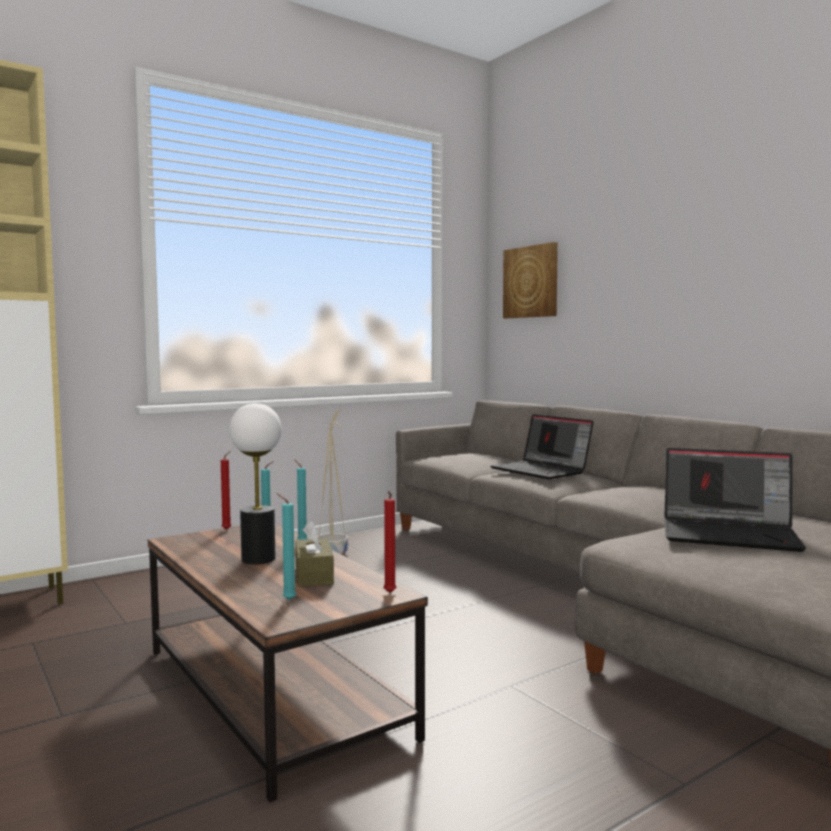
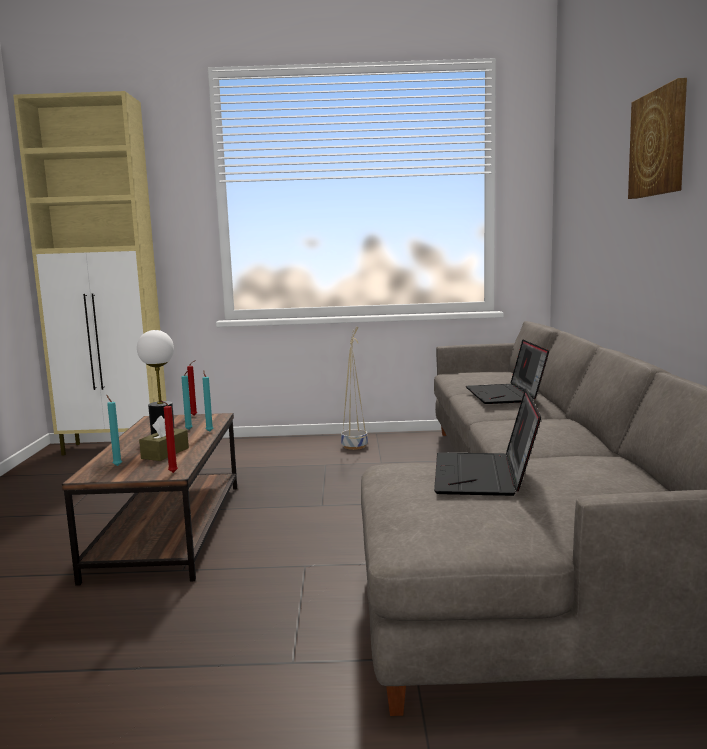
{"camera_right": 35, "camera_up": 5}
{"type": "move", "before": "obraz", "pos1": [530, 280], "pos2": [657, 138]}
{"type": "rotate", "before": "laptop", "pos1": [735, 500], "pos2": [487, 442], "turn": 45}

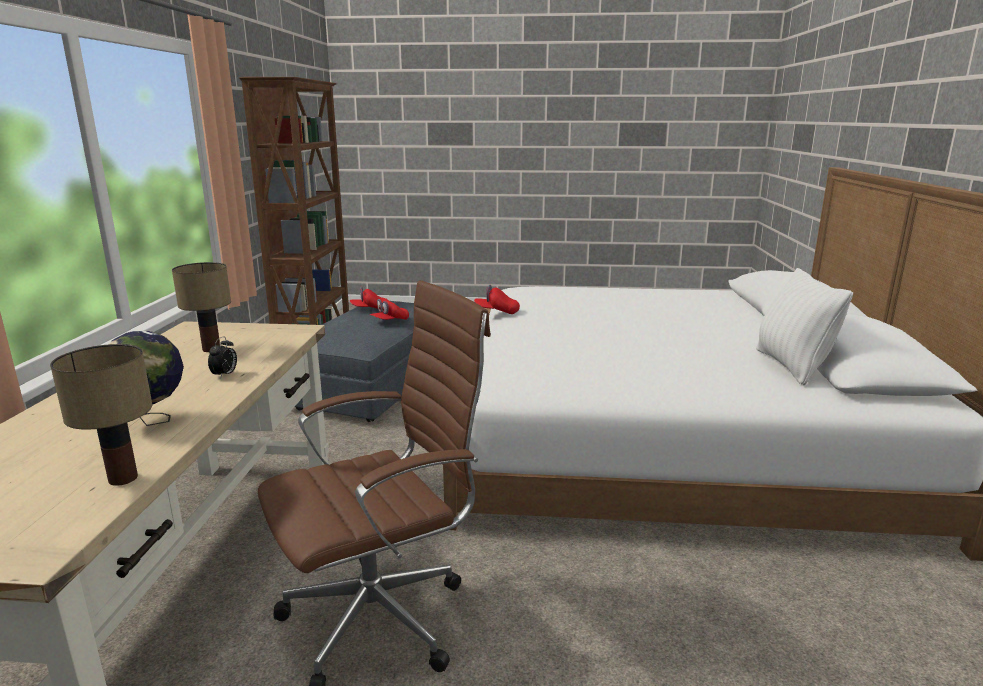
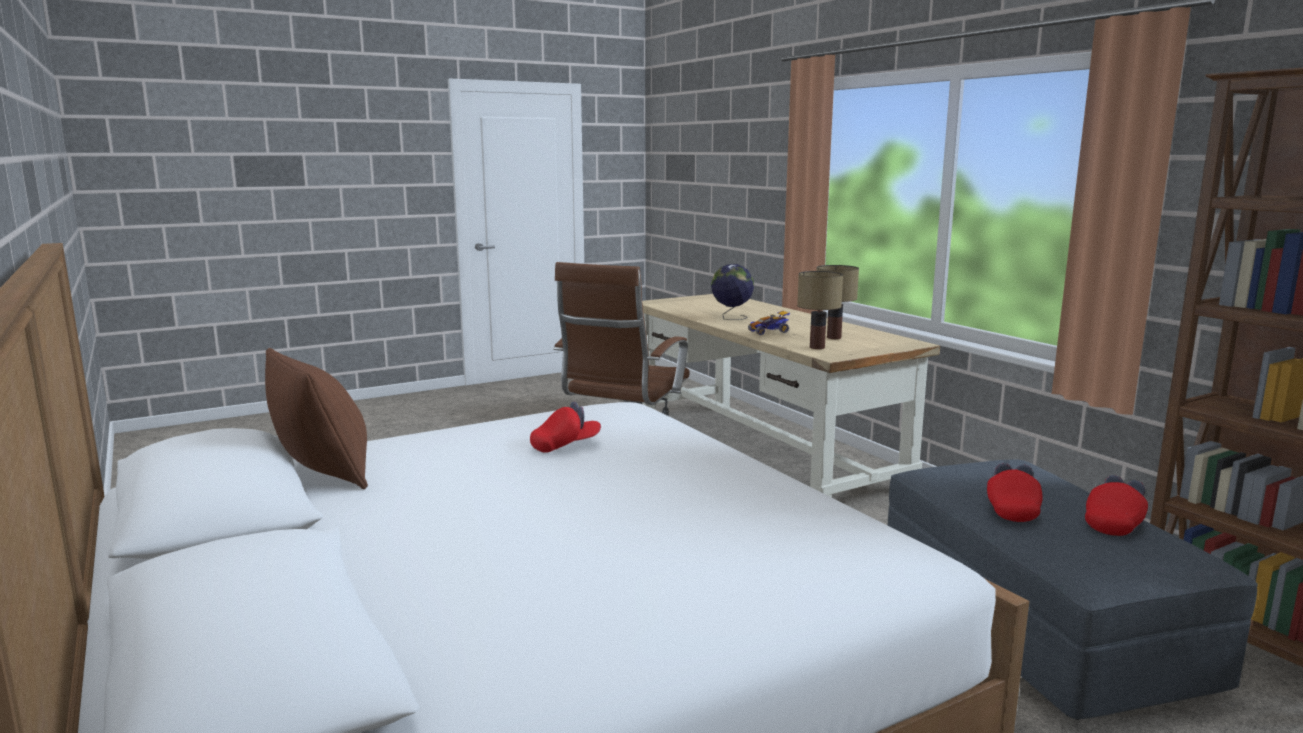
{"camera_right": 145, "camera_up": -5}
{"type": "move", "before": "lampa stołowa", "pos1": [101, 415], "pos2": [820, 310]}
{"type": "move", "before": "czapka z daszkiem [czerwony]", "pos1": [497, 299], "pos2": [565, 427]}
{"type": "replace", "before": "budzik", "after": "samochodzik", "pos1": [222, 357], "pos2": [769, 323]}
{"type": "recolor", "before": "poduszka [biały]", "after": "poduszka [brązowy]", "pos1": [804, 326], "pos2": [316, 418]}

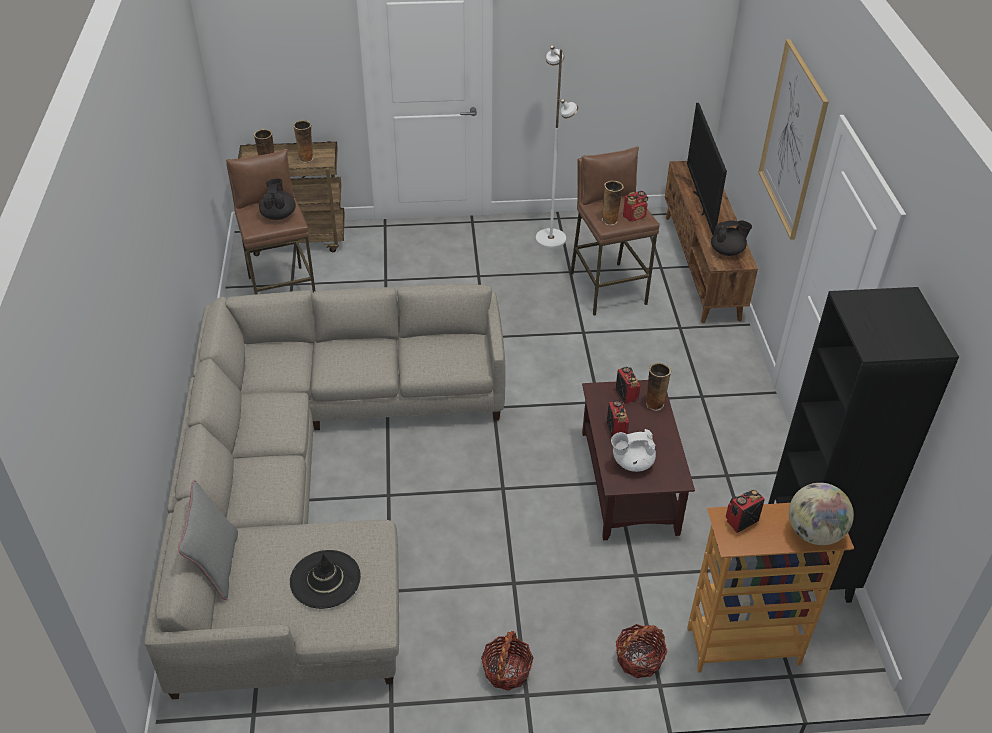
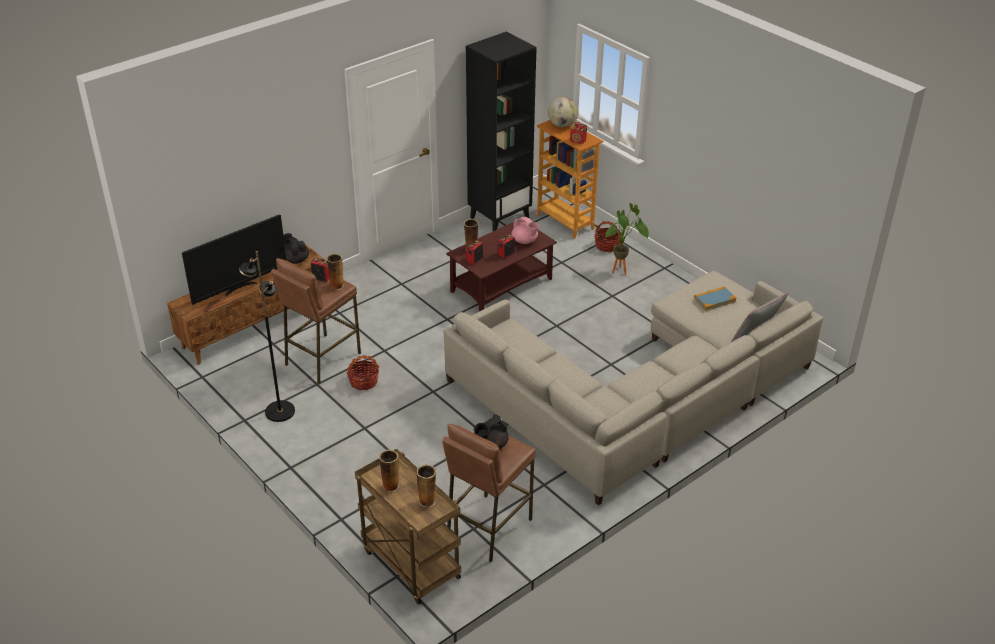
{"camera_right": -125, "camera_up": -5}
{"type": "delete", "before": "obraz", "pos1": [793, 139]}
{"type": "insert", "after": "roślina doniczkowa", "pos2": [627, 239]}
{"type": "move", "before": "koszyk", "pos1": [507, 661], "pos2": [363, 372]}
{"type": "replace", "before": "kapelusz [czarny]", "after": "książka", "pos1": [325, 579], "pos2": [715, 298]}
{"type": "recolor", "before": "lampa stojąca [biały]", "after": "lampa stojąca [czarny]", "pos1": [557, 146], "pos2": [267, 336]}
{"type": "recolor", "before": "imbryk [biały]", "after": "imbryk [różowy]", "pos1": [633, 450], "pos2": [525, 230]}

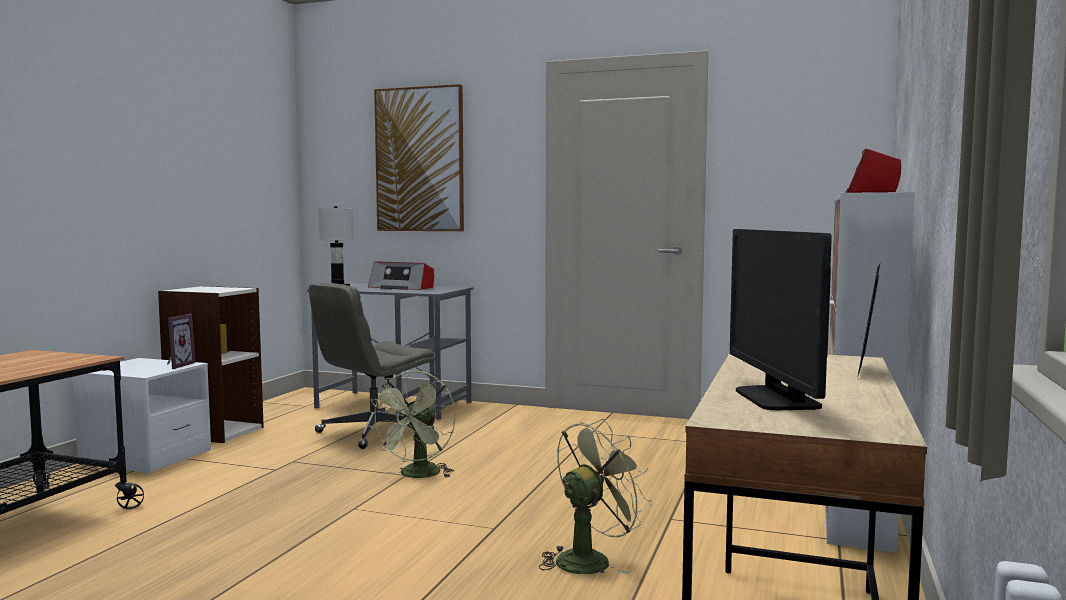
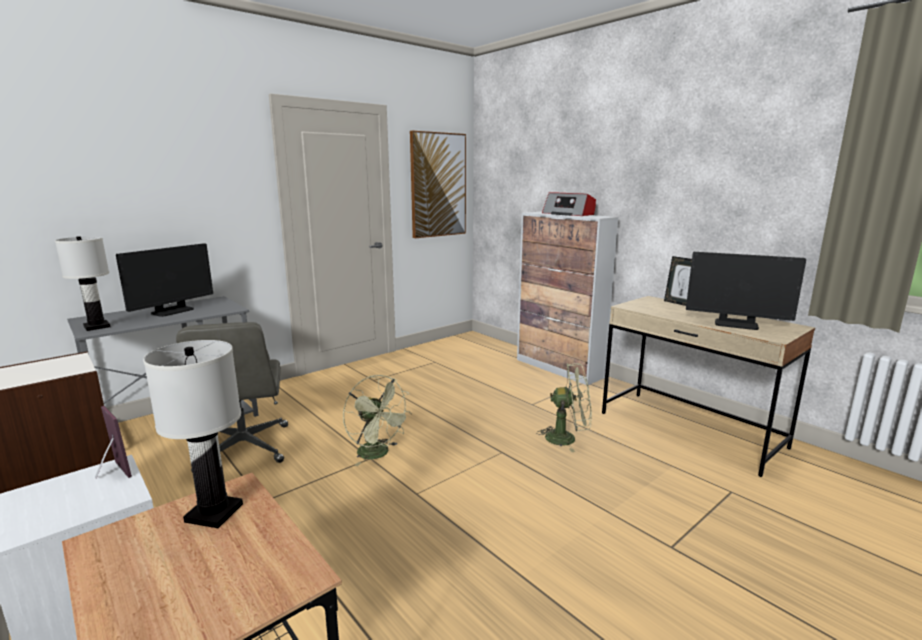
{"camera_right": -60, "camera_up": 10}
{"type": "insert", "after": "lampa stołowa [biały]", "pos2": [193, 434]}
{"type": "move", "before": "obraz", "pos1": [419, 157], "pos2": [438, 184]}
{"type": "replace", "before": "radio", "after": "monitor", "pos1": [401, 276], "pos2": [164, 280]}
{"type": "rotate", "before": "wentylator [zielony]", "pos1": [595, 497], "pos2": [564, 407], "turn": 105}

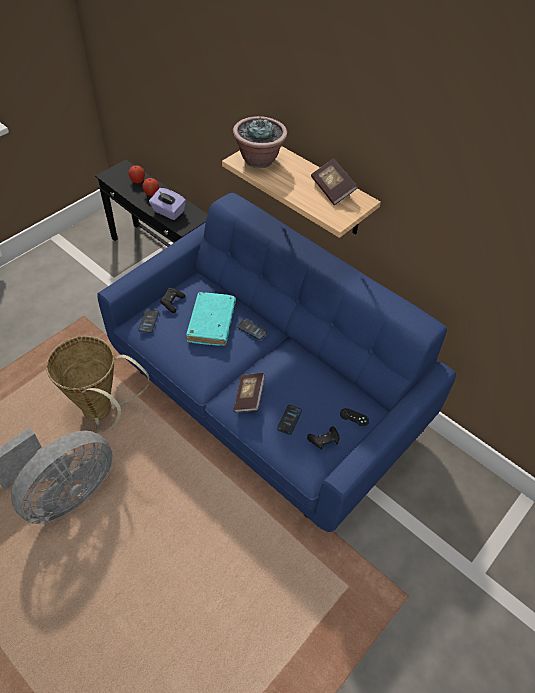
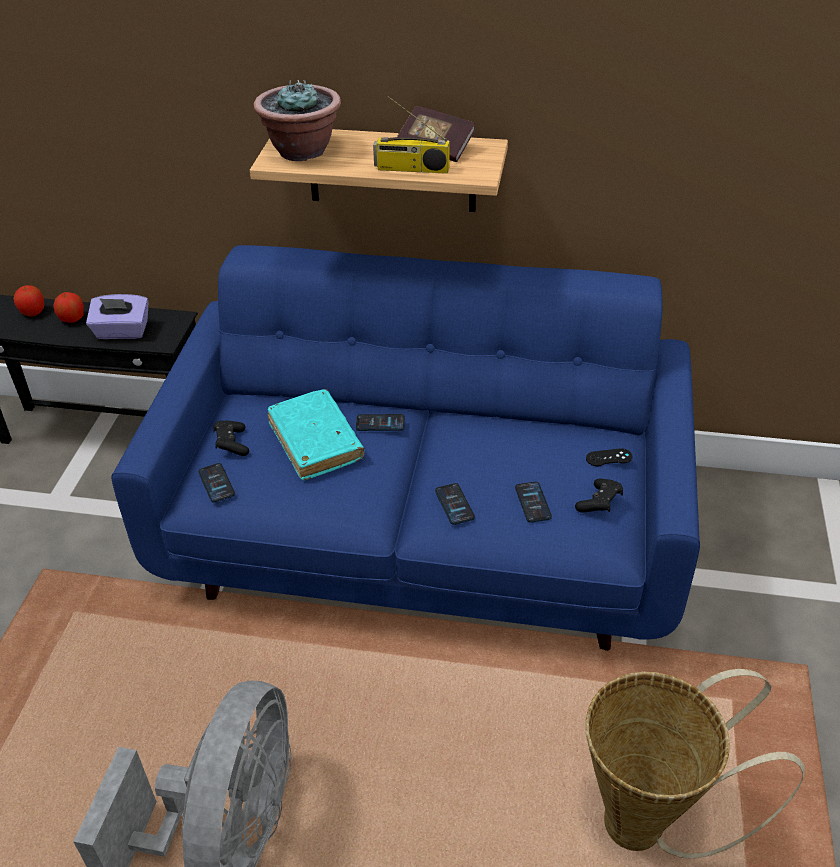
{"camera_right": -30, "camera_up": -10}
{"type": "insert", "after": "radio", "pos2": [411, 135]}
{"type": "move", "before": "koszyk", "pos1": [97, 384], "pos2": [695, 764]}
{"type": "replace", "before": "książka", "after": "telefon", "pos1": [249, 393], "pos2": [455, 504]}

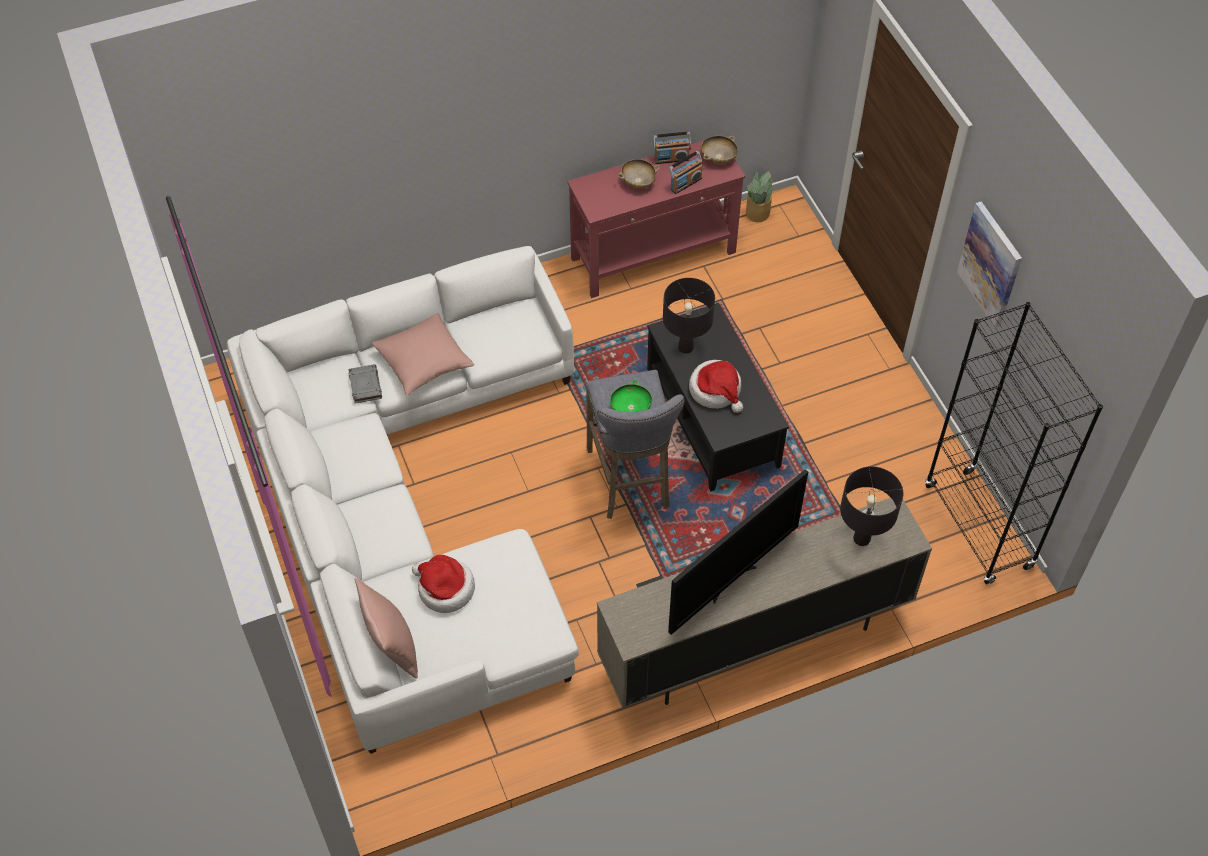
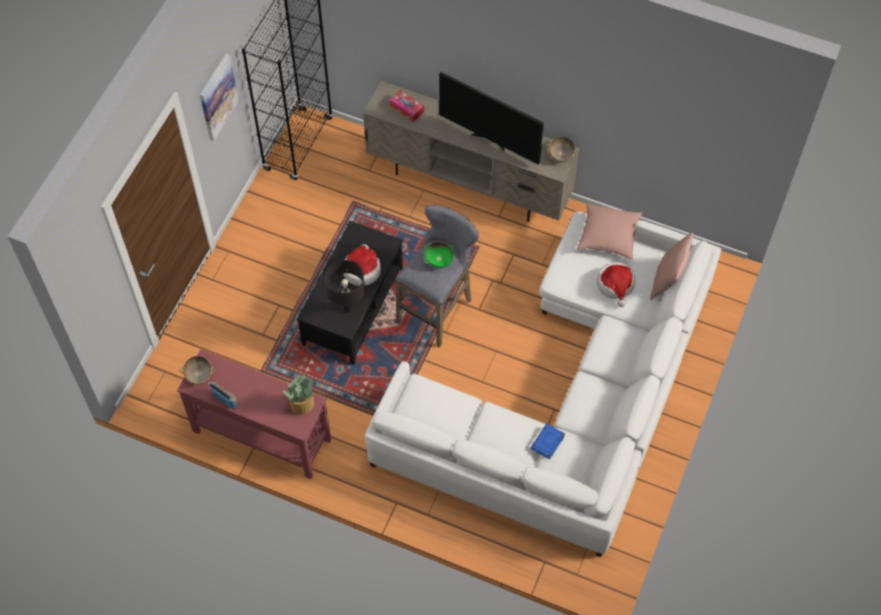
{"camera_right": -135, "camera_up": 5}
{"type": "delete", "before": "radio", "pos1": [686, 172]}
{"type": "move", "before": "poduszka [różowy]", "pos1": [423, 354], "pos2": [609, 231]}
{"type": "move", "before": "miska [beżowy]", "pos1": [638, 174], "pos2": [562, 149]}
{"type": "move", "before": "roślina doniczkowa", "pos1": [759, 196], "pos2": [298, 395]}
{"type": "replace", "before": "lampa stołowa [czarny]", "after": "pudełko chusteczek", "pos1": [871, 506], "pos2": [407, 106]}
{"type": "recolor", "before": "książka [szary]", "after": "książka [niebieski]", "pos1": [365, 384], "pos2": [548, 442]}
{"type": "rotate", "before": "telewizor", "pos1": [738, 552], "pos2": [491, 118], "turn": -150}

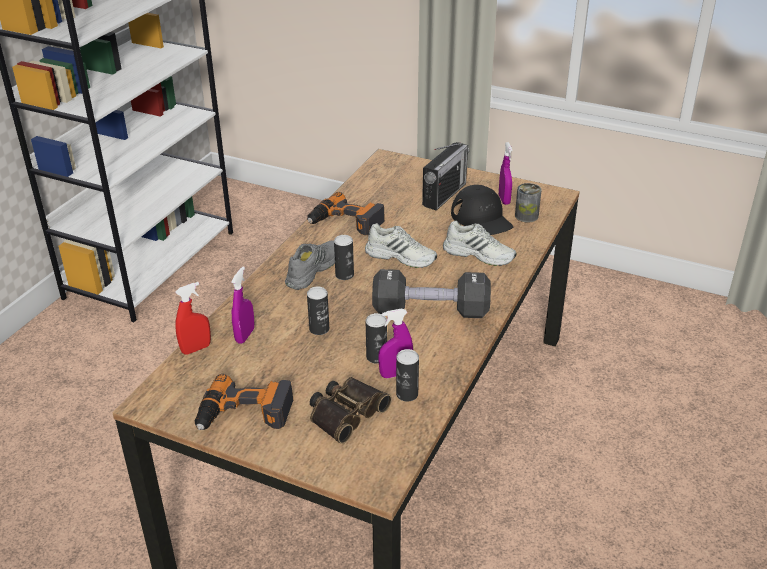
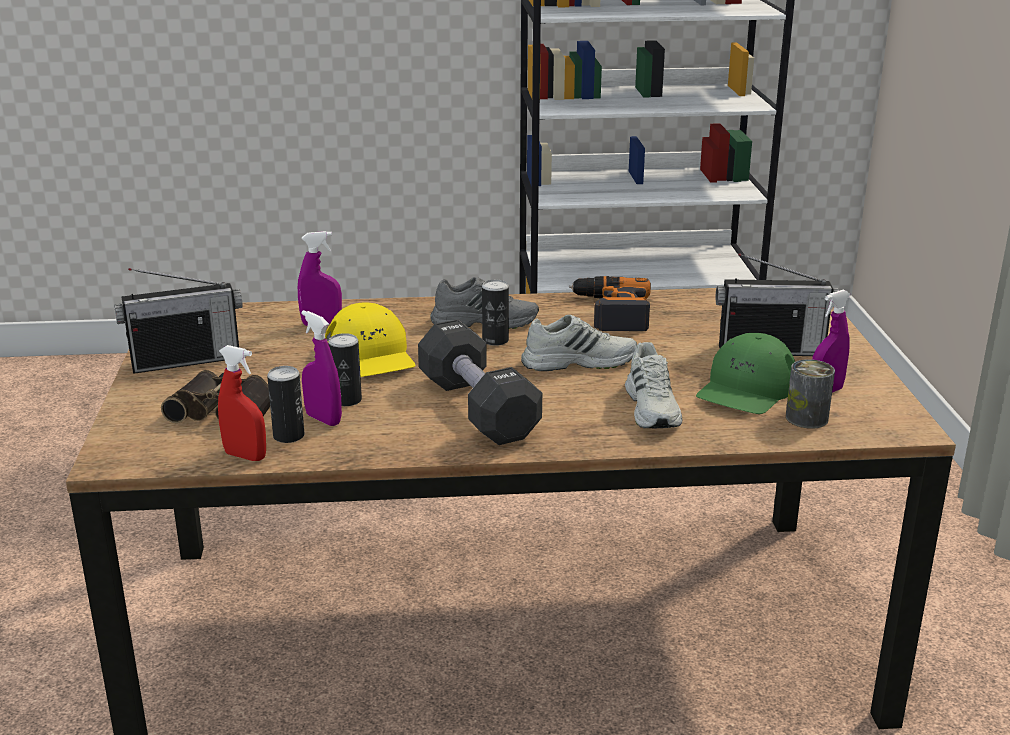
{"camera_right": 60, "camera_up": -10}
{"type": "move", "before": "spryskiwacz [czerwony]", "pos1": [193, 318], "pos2": [242, 403]}
{"type": "replace", "before": "wiertarka", "after": "radio", "pos1": [244, 402], "pos2": [178, 321]}
{"type": "replace", "before": "puszka", "after": "czapka z daszkiem [żółty]", "pos1": [318, 310], "pos2": [370, 339]}
{"type": "recolor", "before": "czapka z daszkiem [czarny]", "after": "czapka z daszkiem [zielony]", "pos1": [482, 210], "pos2": [745, 373]}
{"type": "rotate", "before": "but [biały]", "pos1": [401, 245], "pos2": [579, 343], "turn": -90}

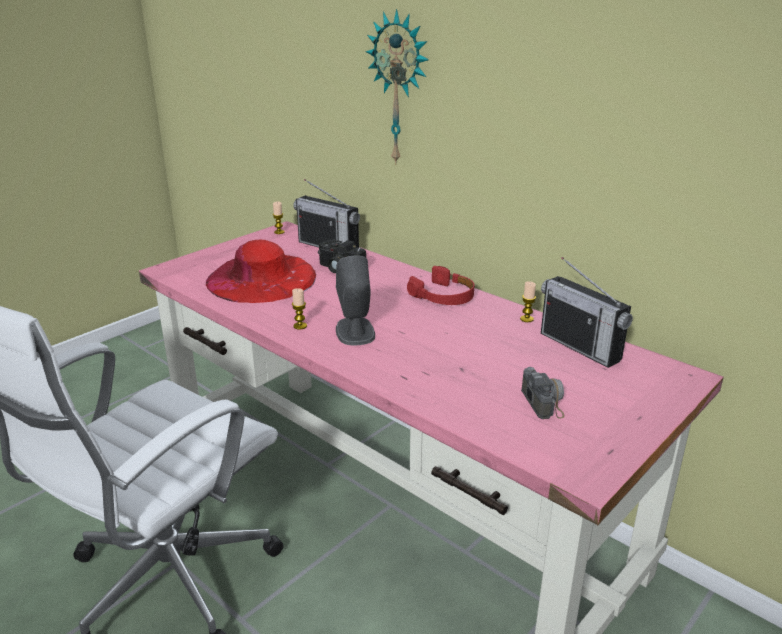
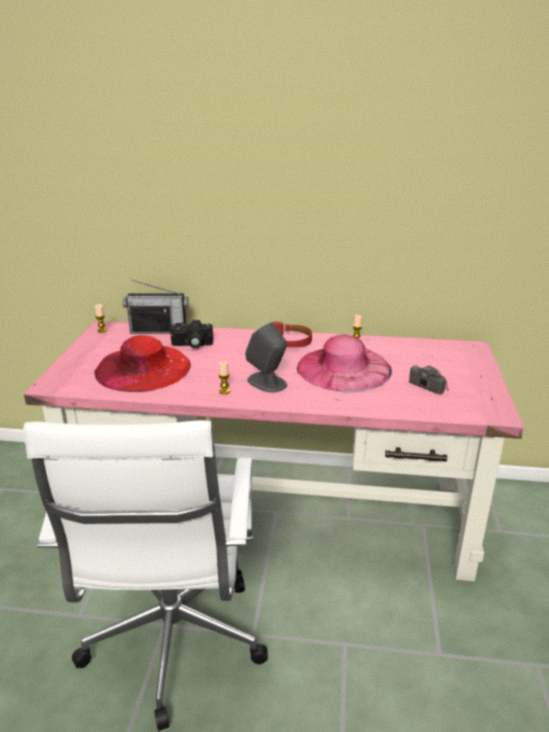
{"camera_right": -35, "camera_up": 0}
{"type": "delete", "before": "zegar ścienny", "pos1": [397, 87]}
{"type": "delete", "before": "radio", "pos1": [587, 312]}
{"type": "insert", "after": "kapelusz [różowy]", "pos2": [344, 363]}

